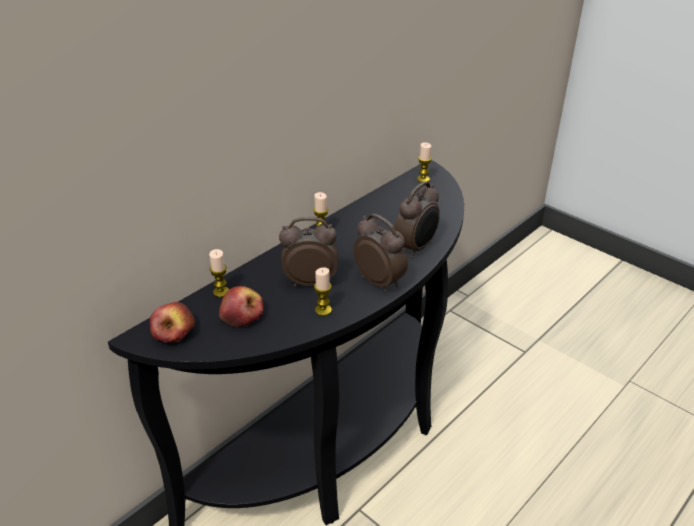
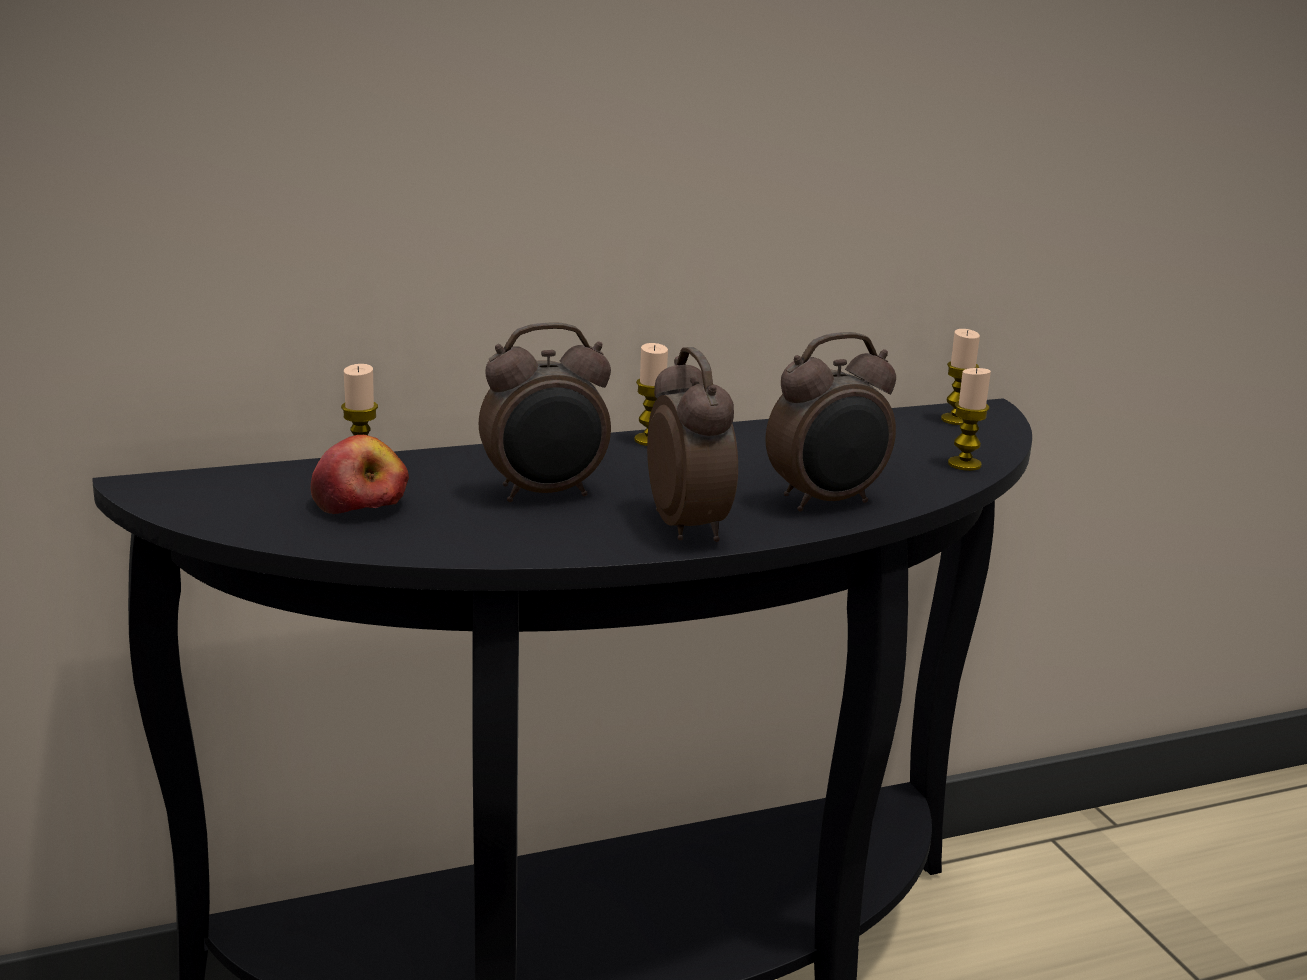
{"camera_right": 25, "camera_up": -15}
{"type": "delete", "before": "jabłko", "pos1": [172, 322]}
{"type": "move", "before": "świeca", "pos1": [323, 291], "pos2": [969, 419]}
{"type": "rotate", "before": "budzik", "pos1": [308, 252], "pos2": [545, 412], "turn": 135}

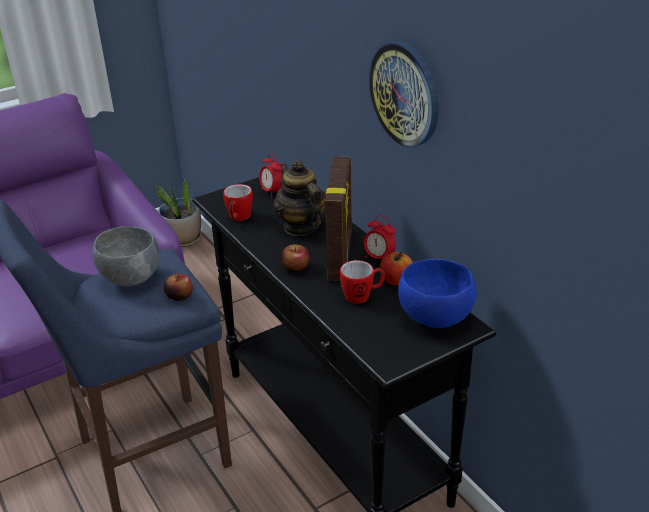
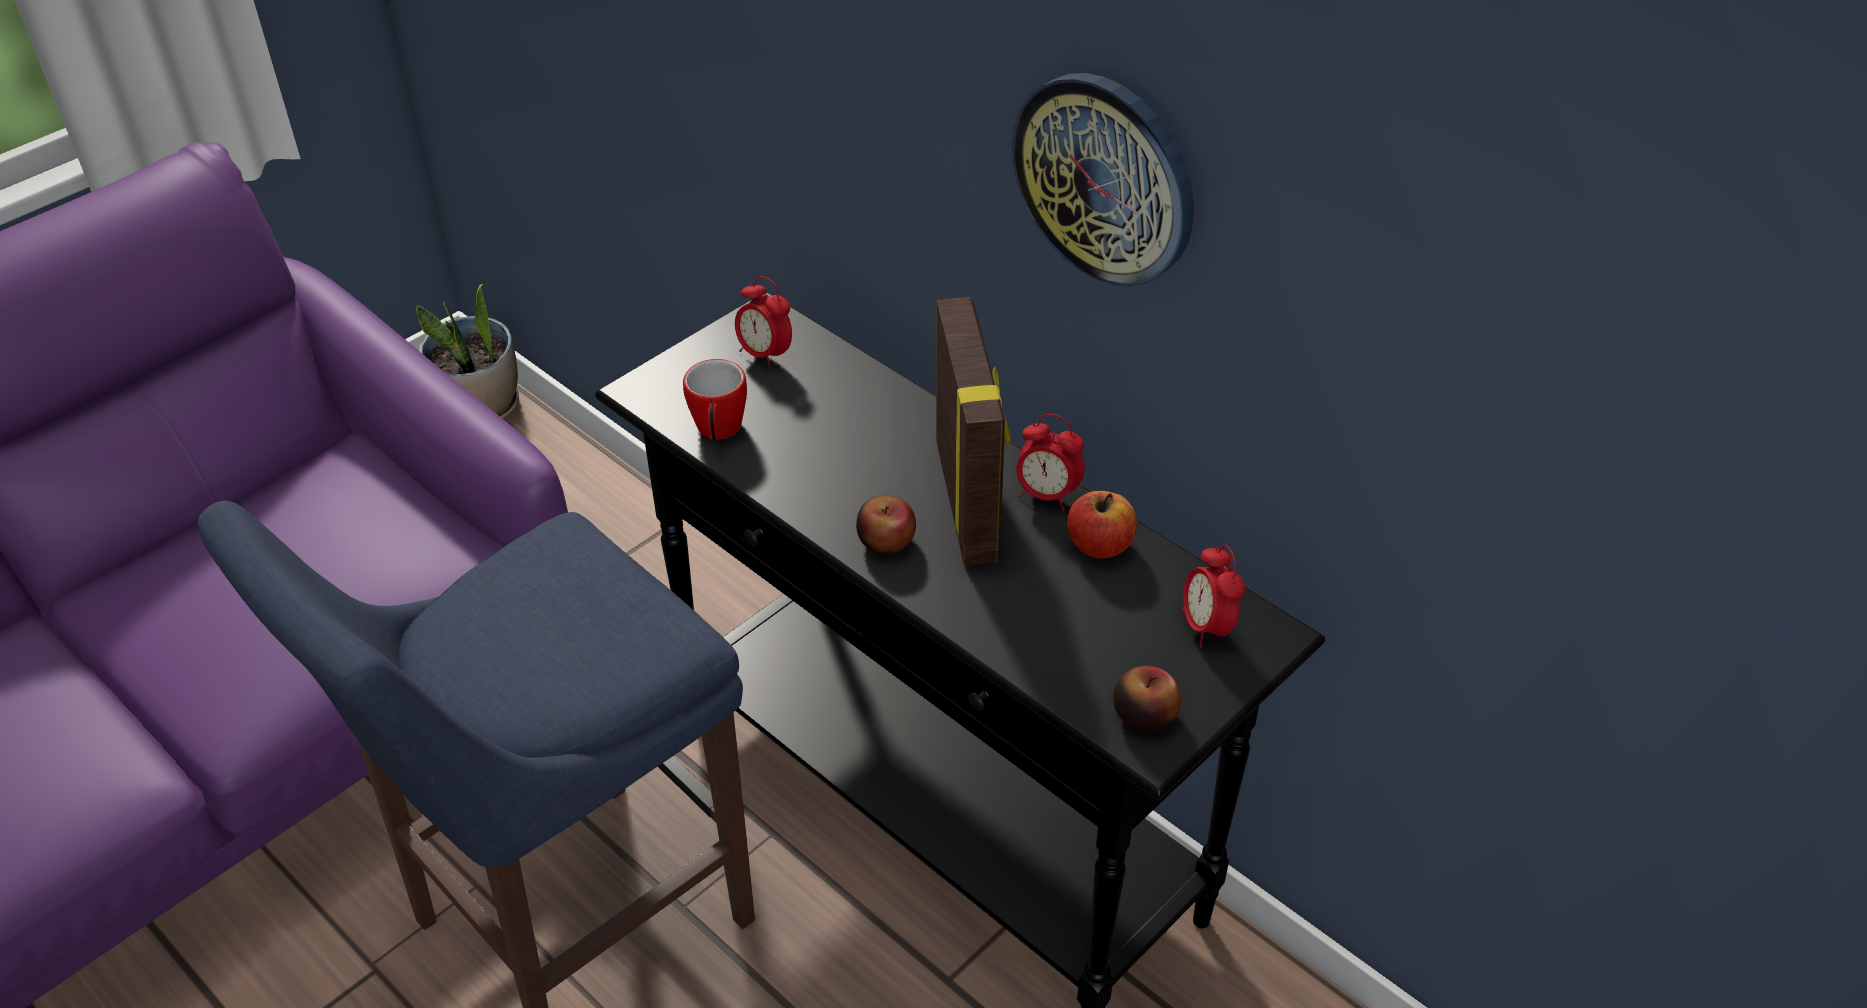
{"camera_right": -15, "camera_up": 10}
{"type": "delete", "before": "miska [szary]", "pos1": [126, 256]}
{"type": "delete", "before": "imbryk", "pos1": [300, 198]}
{"type": "delete", "before": "kubek", "pos1": [362, 282]}
{"type": "move", "before": "jabłko", "pos1": [178, 287], "pos2": [1147, 698]}
{"type": "replace", "before": "miska [niebieski]", "after": "budzik", "pos1": [437, 293], "pos2": [1213, 596]}

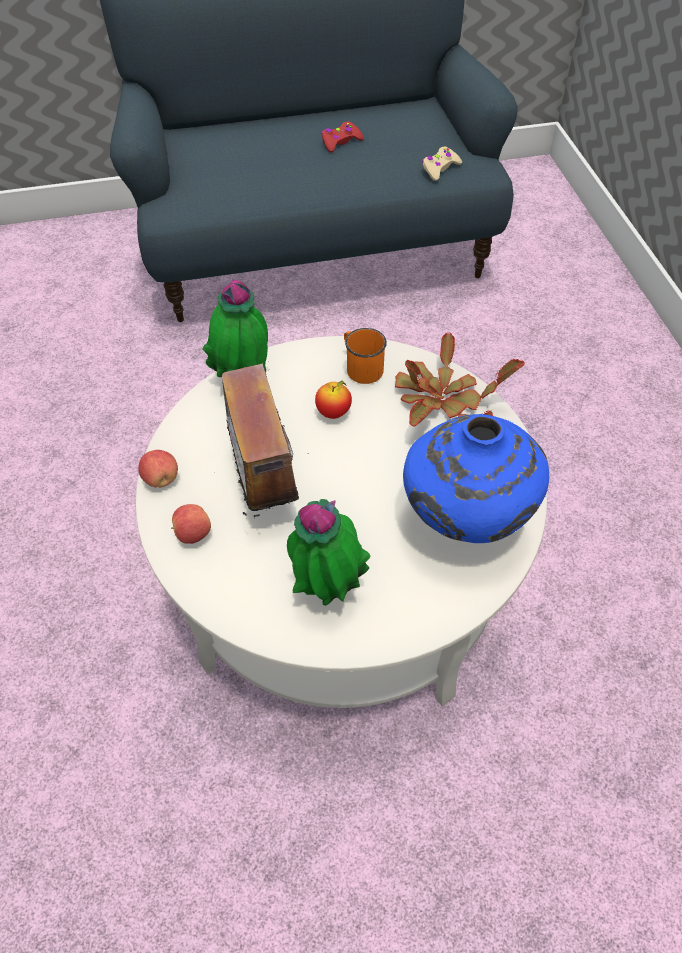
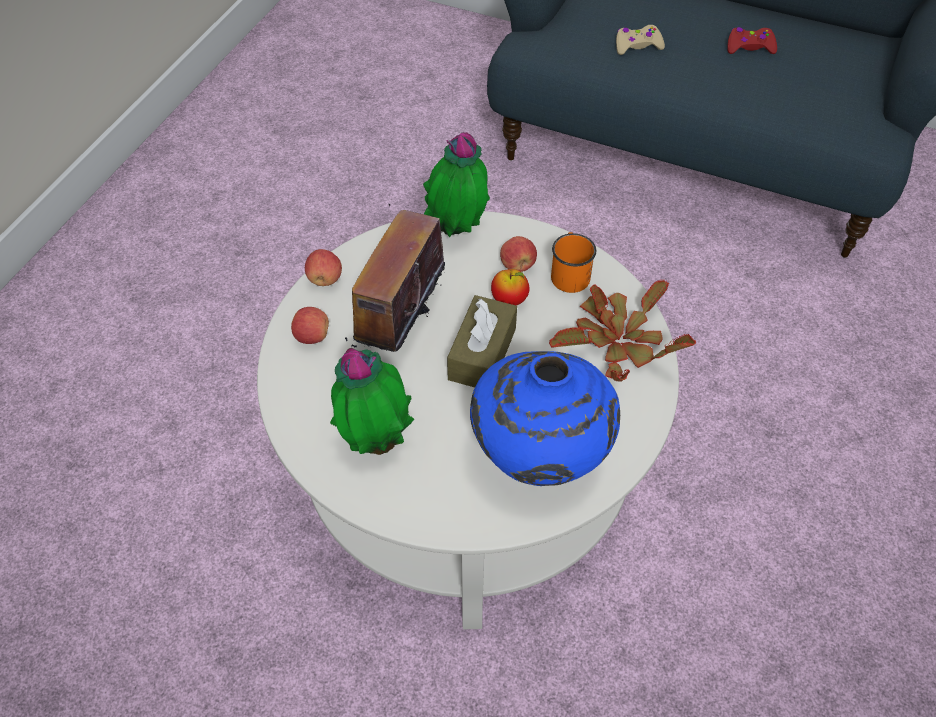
{"camera_right": 35, "camera_up": 0}
{"type": "insert", "after": "pudełko chusteczek [brązowy]", "pos2": [482, 341]}
{"type": "insert", "after": "jabłko", "pos2": [518, 254]}
{"type": "move", "before": "pad do gier [beżowy]", "pos1": [442, 164], "pos2": [640, 40]}

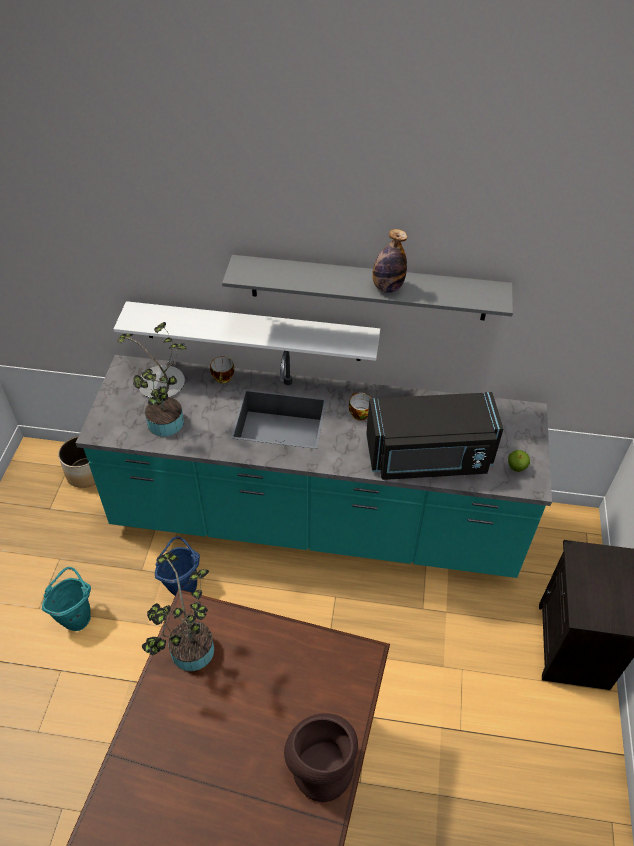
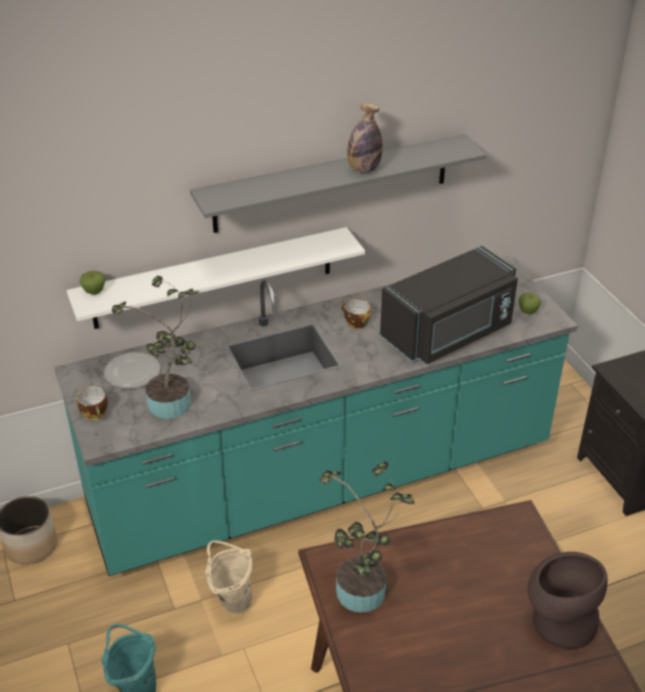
{"camera_right": -30, "camera_up": -10}
{"type": "insert", "after": "jabłko", "pos2": [92, 283]}
{"type": "move", "before": "filiżanka", "pos1": [222, 369], "pos2": [92, 403]}
{"type": "recolor", "before": "wiadro [niebieski]", "after": "wiadro [beżowy]", "pos1": [177, 566], "pos2": [229, 577]}

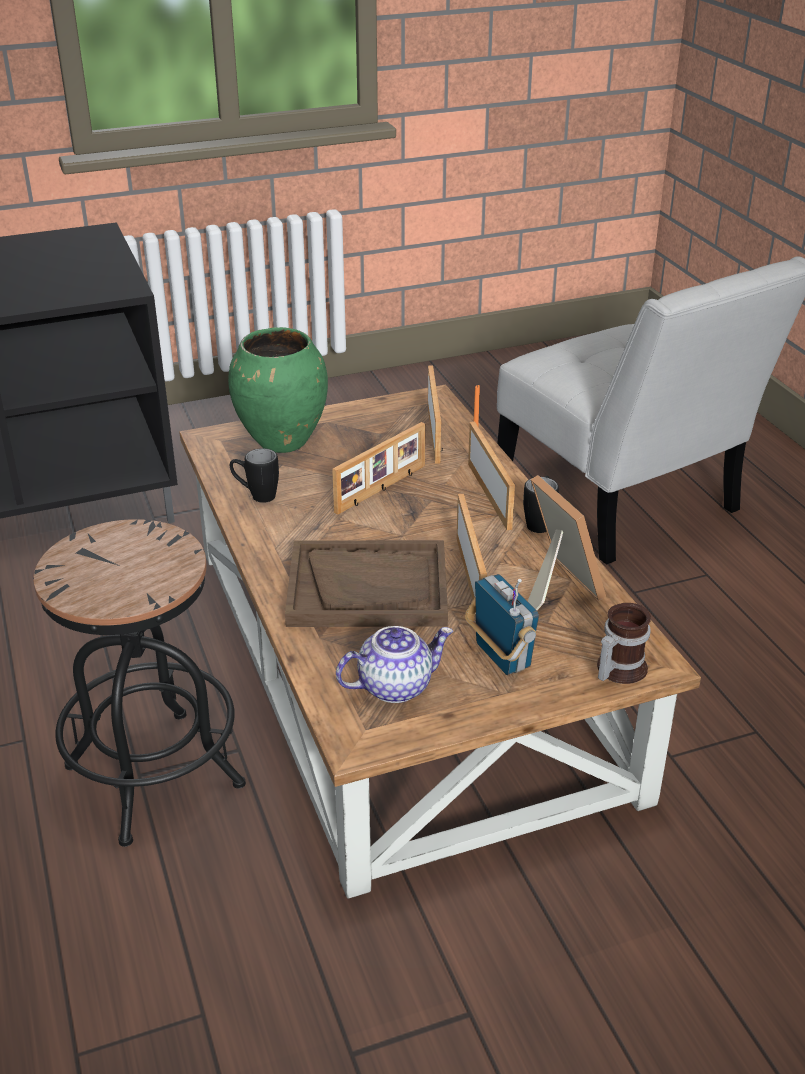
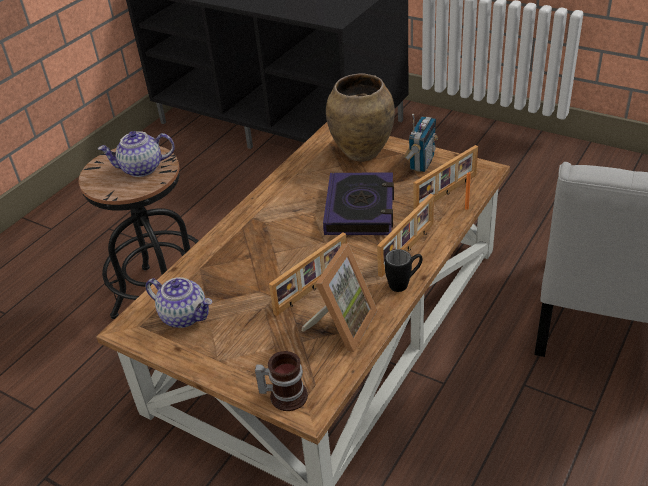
{"camera_right": 55, "camera_up": 5}
{"type": "delete", "before": "kubek [czarny]", "pos1": [254, 475]}
{"type": "delete", "before": "taca [brązowy]", "pos1": [366, 583]}
{"type": "insert", "after": "imbryk", "pos2": [136, 154]}
{"type": "move", "before": "radio", "pos1": [502, 624], "pos2": [421, 143]}
{"type": "replace", "before": "ramka na zdjęcie", "after": "książka", "pos1": [378, 468], "pos2": [358, 203]}
{"type": "recolor", "before": "wazon [zielony]", "after": "wazon [brązowy]", "pos1": [278, 390], "pos2": [360, 117]}

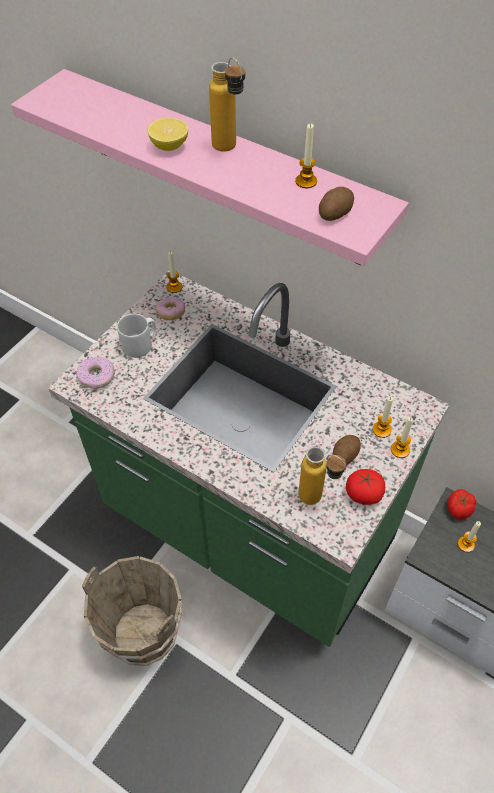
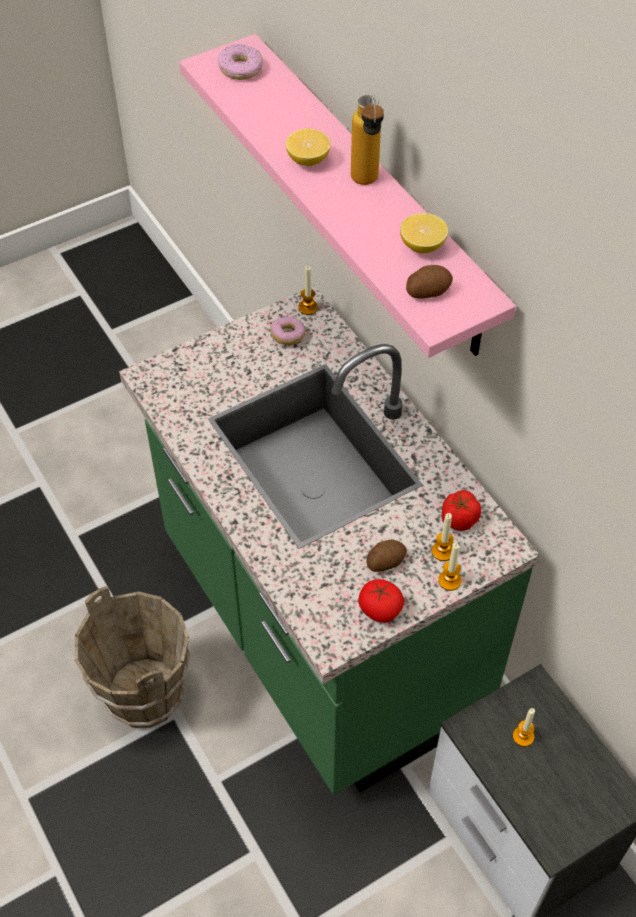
{"camera_right": 25, "camera_up": 0}
{"type": "delete", "before": "kubek [szary]", "pos1": [136, 336]}
{"type": "delete", "before": "butelka", "pos1": [322, 475]}
{"type": "move", "before": "donut", "pos1": [95, 373], "pos2": [240, 62]}
{"type": "move", "before": "pomidor", "pos1": [461, 504], "pos2": [461, 510]}
{"type": "replace", "before": "świeca", "after": "cytryna", "pos1": [306, 155], "pos2": [424, 233]}

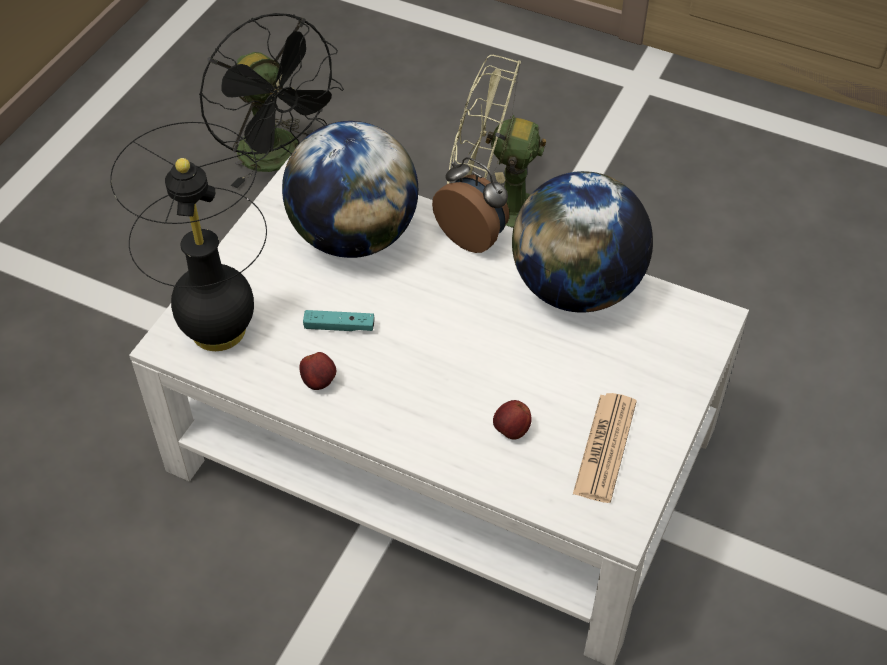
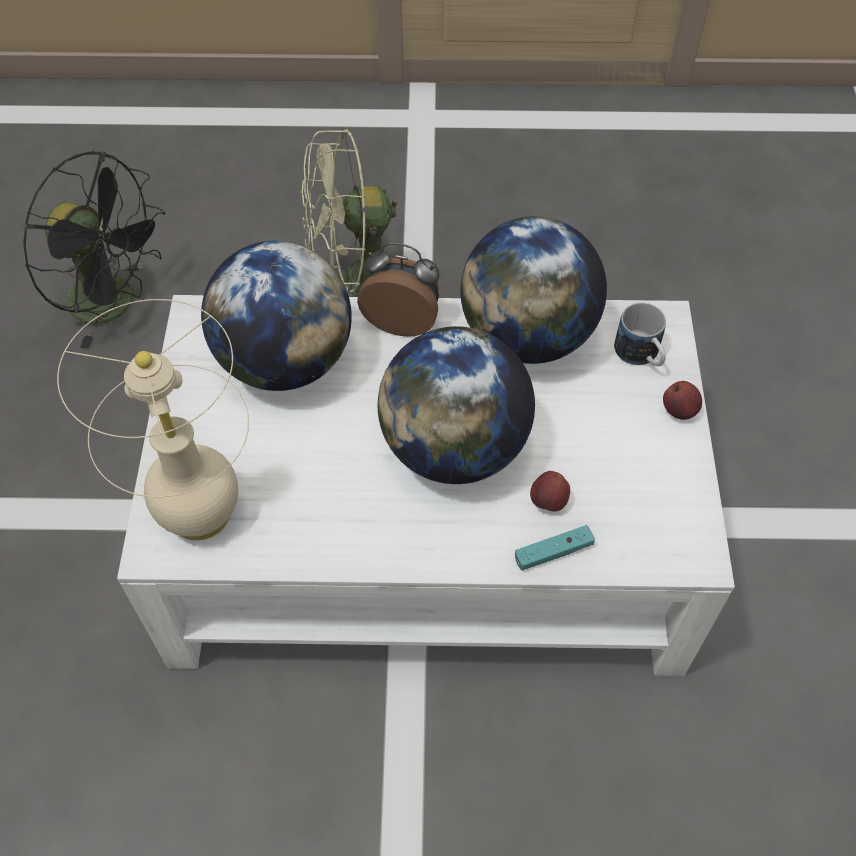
{"camera_right": -25, "camera_up": 5}
{"type": "delete", "before": "gazeta", "pos1": [605, 448]}
{"type": "insert", "after": "globus", "pos2": [456, 405]}
{"type": "insert", "after": "kubek", "pos2": [640, 334]}
{"type": "move", "before": "jabłko", "pos1": [317, 371], "pos2": [682, 400]}
{"type": "move", "before": "pad do gier [turkusowy]", "pos1": [339, 320], "pos2": [555, 547]}
{"type": "recolor", "before": "lampa stołowa [czarny]", "after": "lampa stołowa [beżowy]", "pos1": [188, 236], "pos2": [153, 419]}

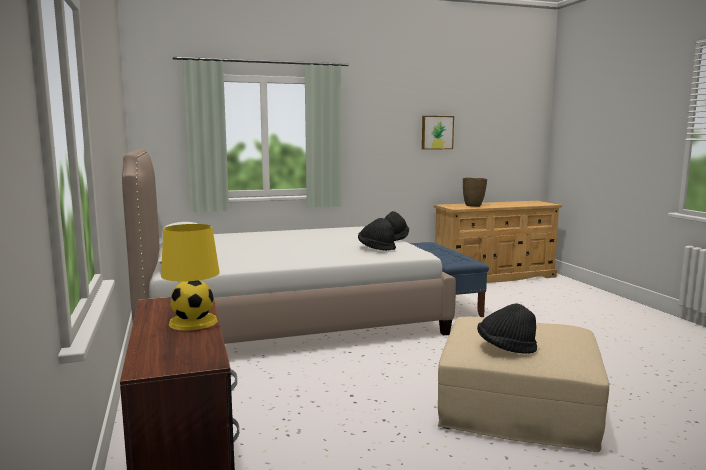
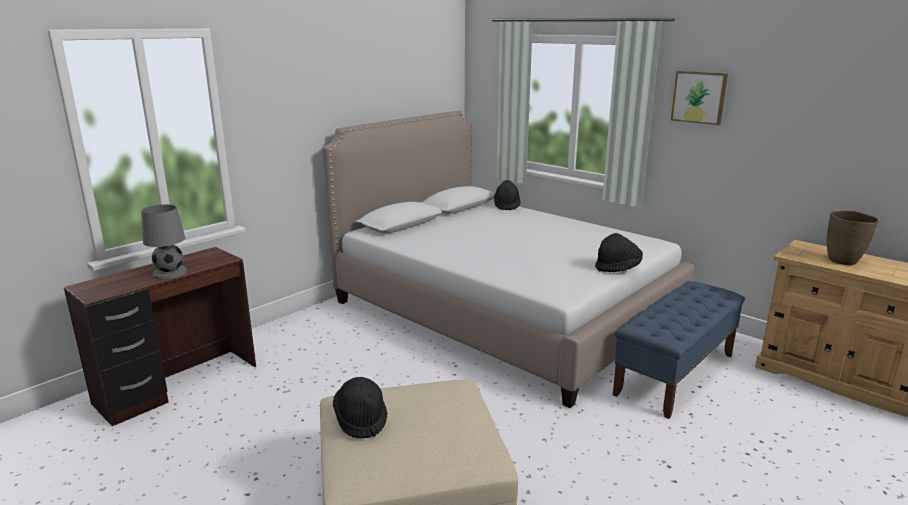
{"camera_right": 60, "camera_up": 10}
{"type": "move", "before": "kapelusz [czarny]", "pos1": [377, 234], "pos2": [507, 195]}
{"type": "move", "before": "obraz", "pos1": [438, 133], "pos2": [699, 98]}
{"type": "recolor", "before": "lampa stołowa [żółty]", "after": "lampa stołowa [szary]", "pos1": [190, 277], "pos2": [164, 242]}

